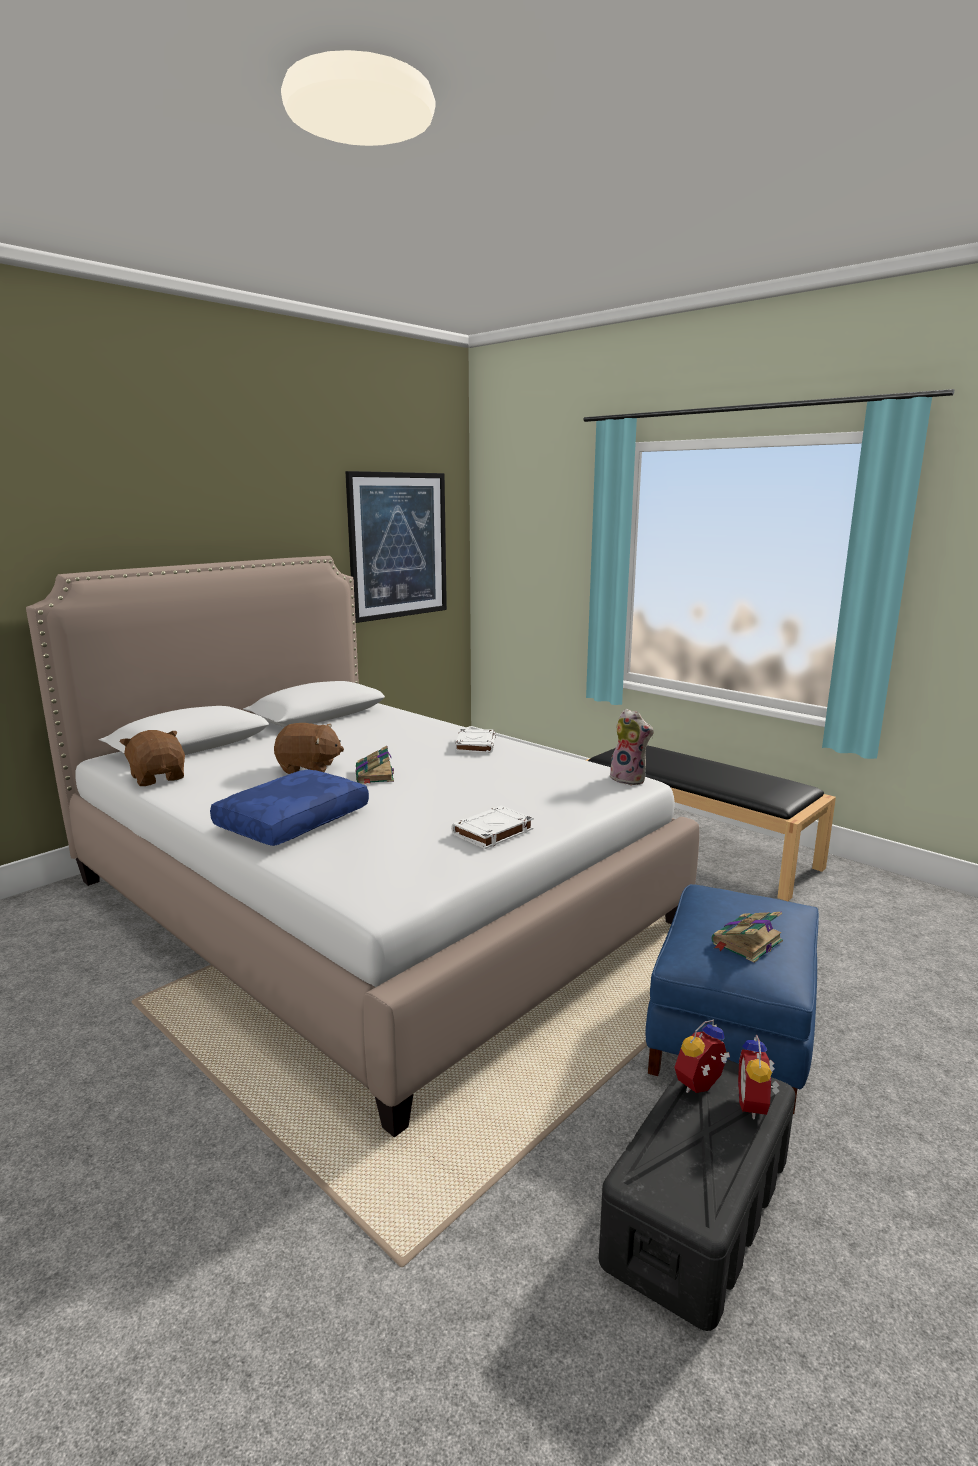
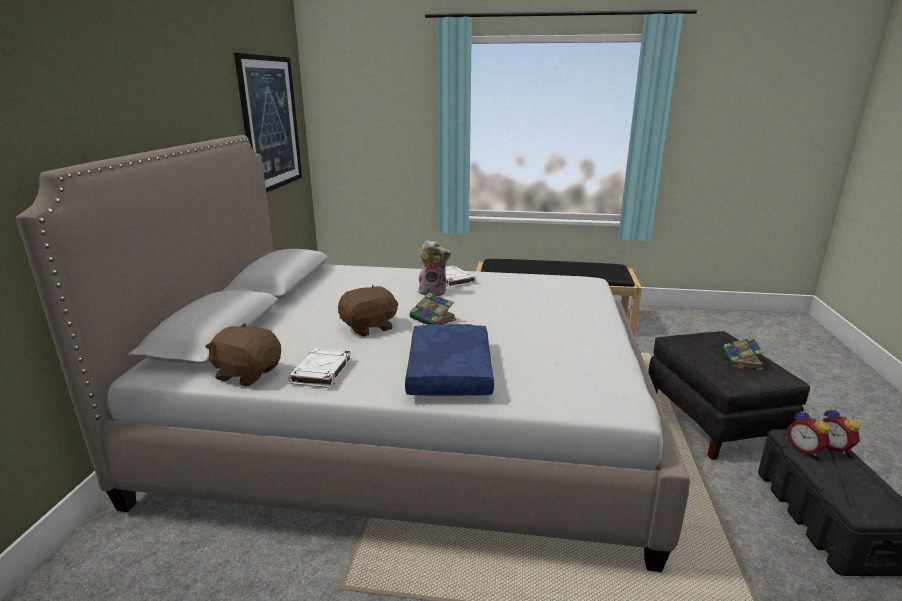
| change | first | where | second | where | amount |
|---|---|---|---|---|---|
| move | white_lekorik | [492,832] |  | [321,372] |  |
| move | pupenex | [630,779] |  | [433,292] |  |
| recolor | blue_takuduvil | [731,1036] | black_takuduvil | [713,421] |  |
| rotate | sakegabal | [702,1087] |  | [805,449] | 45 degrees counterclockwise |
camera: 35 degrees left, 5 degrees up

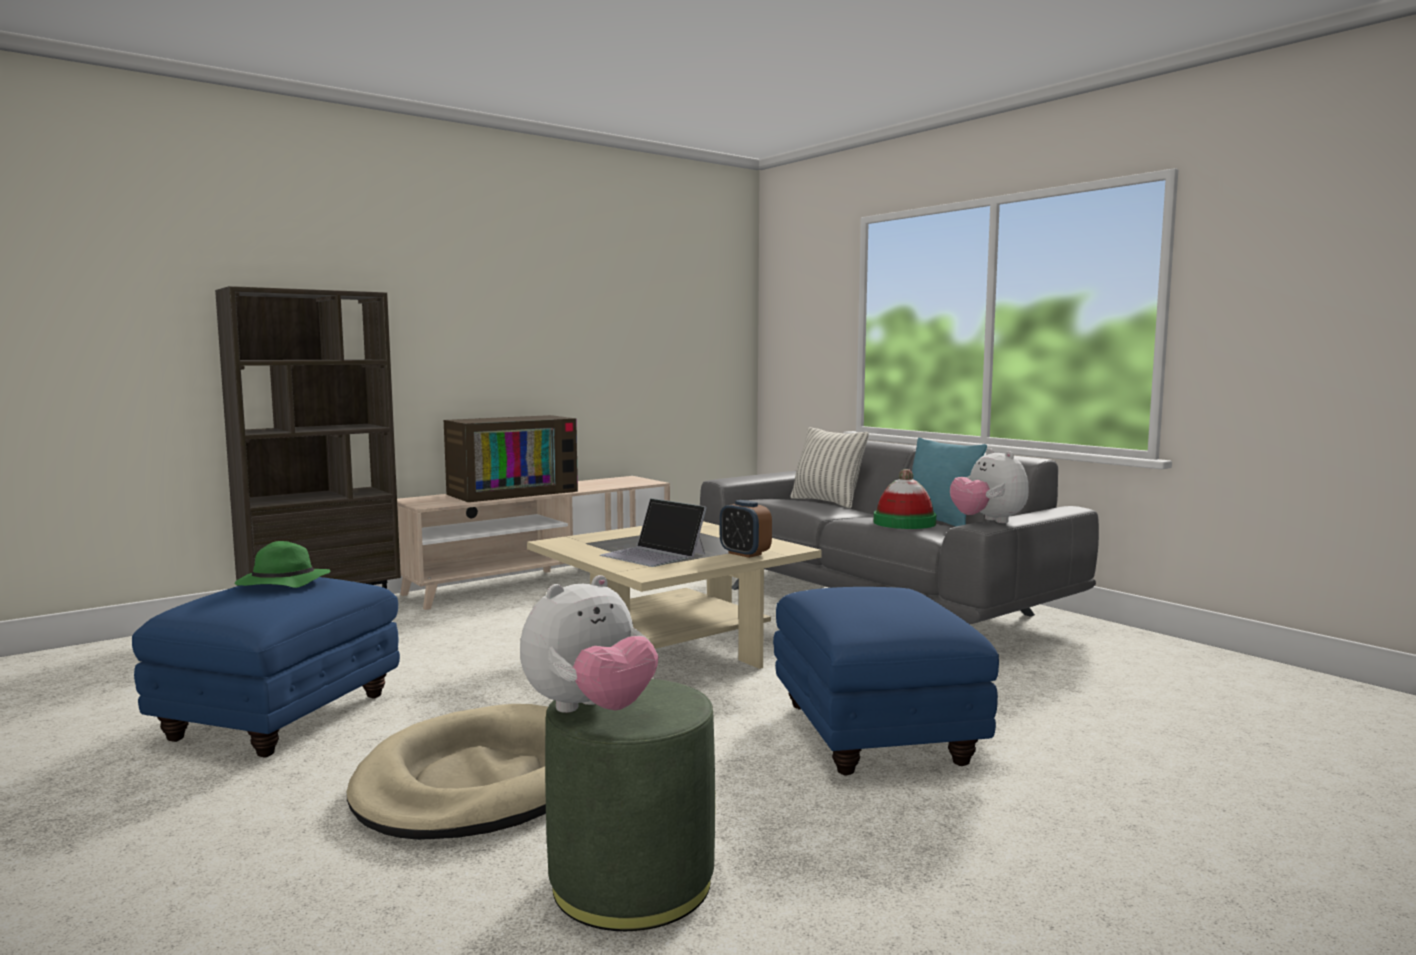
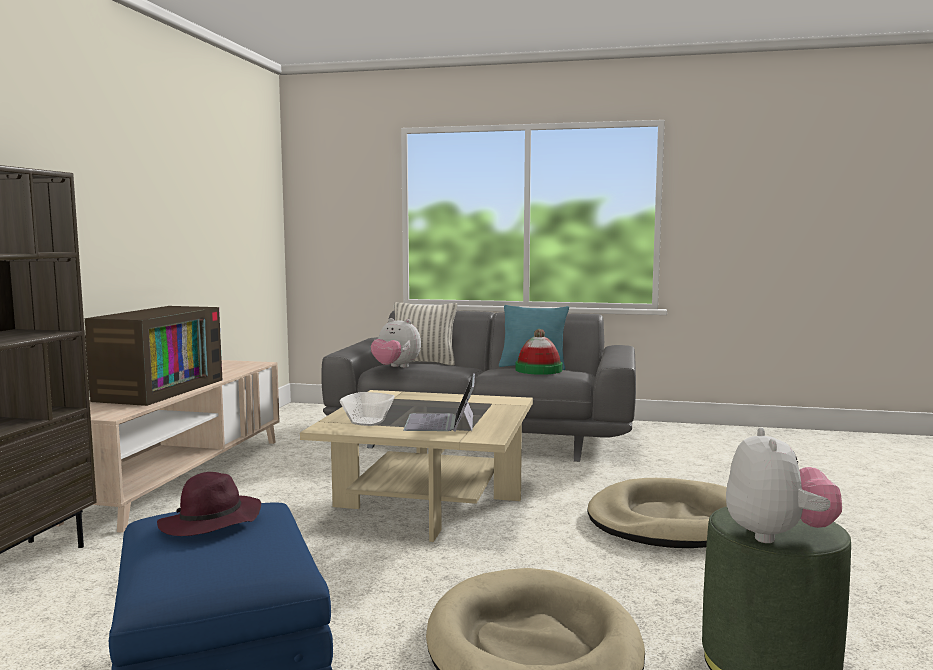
| change | first | where | second | where | amount |
|---|---|---|---|---|---|
| recolor | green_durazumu | [282,584] | purple_durazumu | [210,523] |  |
| insert |  |  | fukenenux | [368,422] |  |
| move | pupenex | [988,521] |  | [395,367] |  |
| rotate | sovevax | [654,555] |  | [441,422] | 90 degrees clockwise |
| replace | blue_takuduvil | [873,733] | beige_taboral | [670,521] |  |
| delete | sakegabal | [745,554] |  |  |  |
camera: 40 degrees left, 0 degrees up

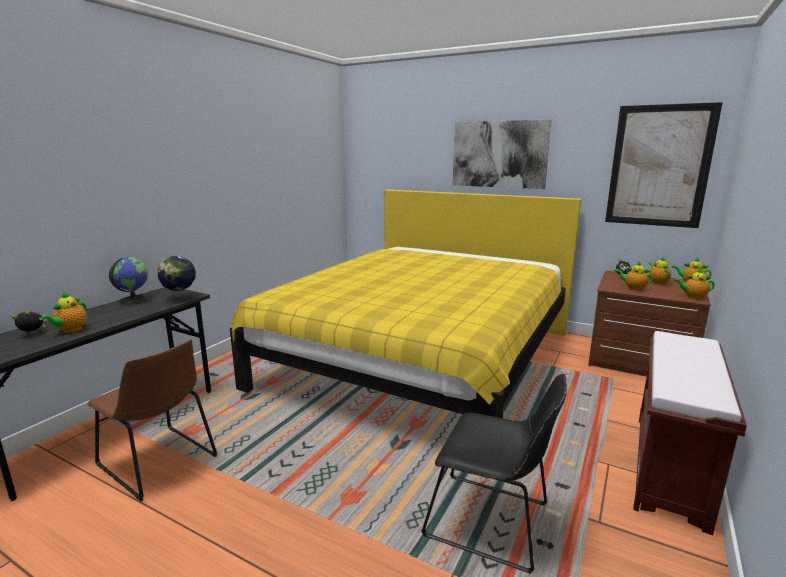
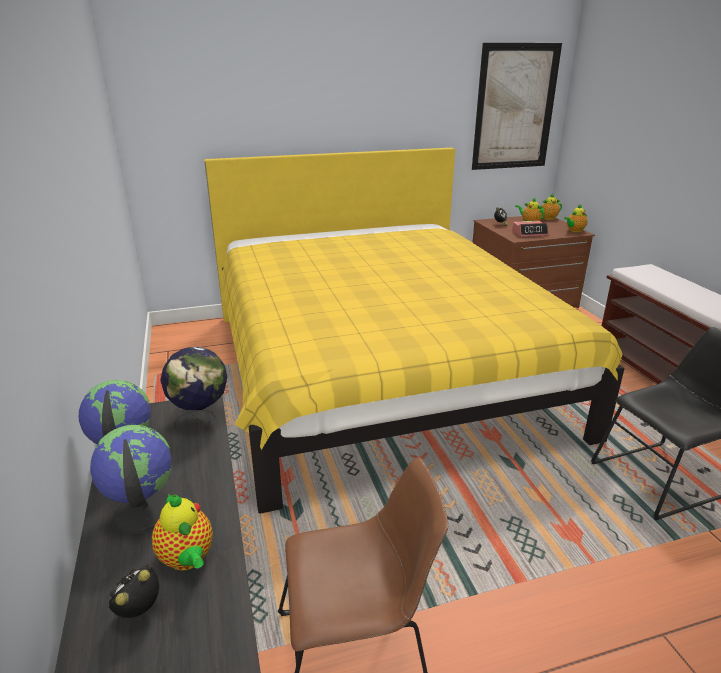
| change | first | where | second | where | amount |
|---|---|---|---|---|---|
| insert |  |  | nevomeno | [141,512] |  |
| replace | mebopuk | [633,288] | sakegabal | [529,233] |  |
| delete | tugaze | [499,154] |  |  |  |
camera: 45 degrees left, 10 degrees up

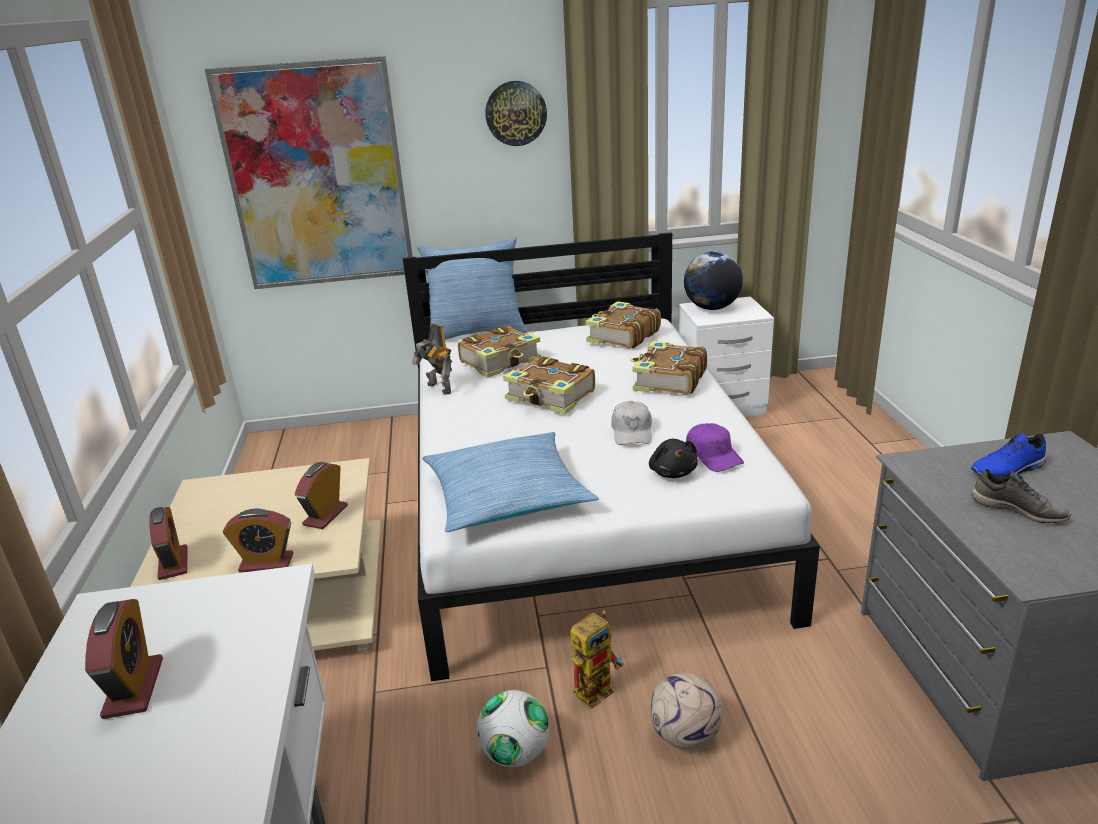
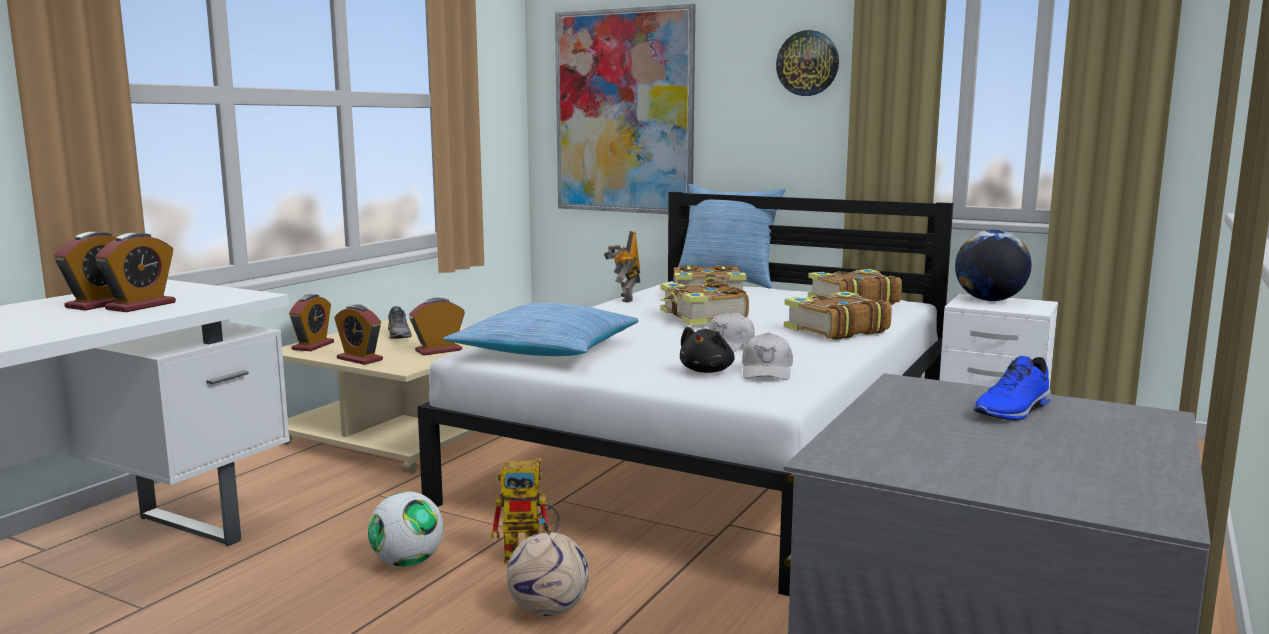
| change | first | where | second | where | amount |
|---|---|---|---|---|---|
| insert |  |  | sakegabal | [141,306] |  |
| move | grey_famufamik | [1018,509] |  | [399,335] |  |
| recolor | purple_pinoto | [713,455] | white_pinoto | [767,371] |  |
| rotate | blue_famufamik | [1008,470] |  | [1014,411] | 60 degrees counterclockwise |
camera: 35 degrees right, 15 degrees down

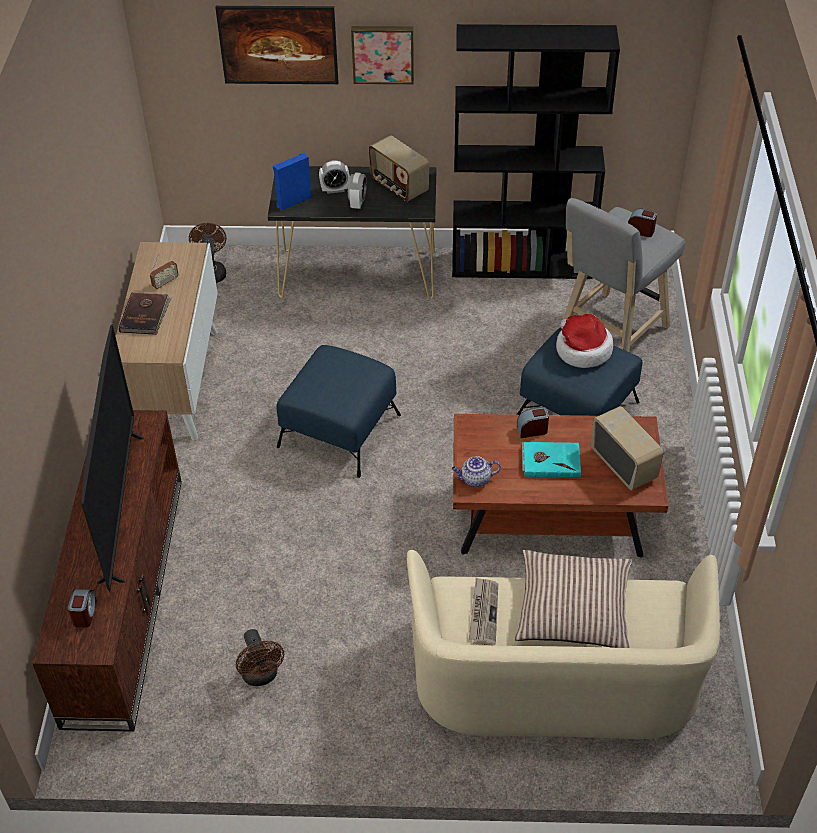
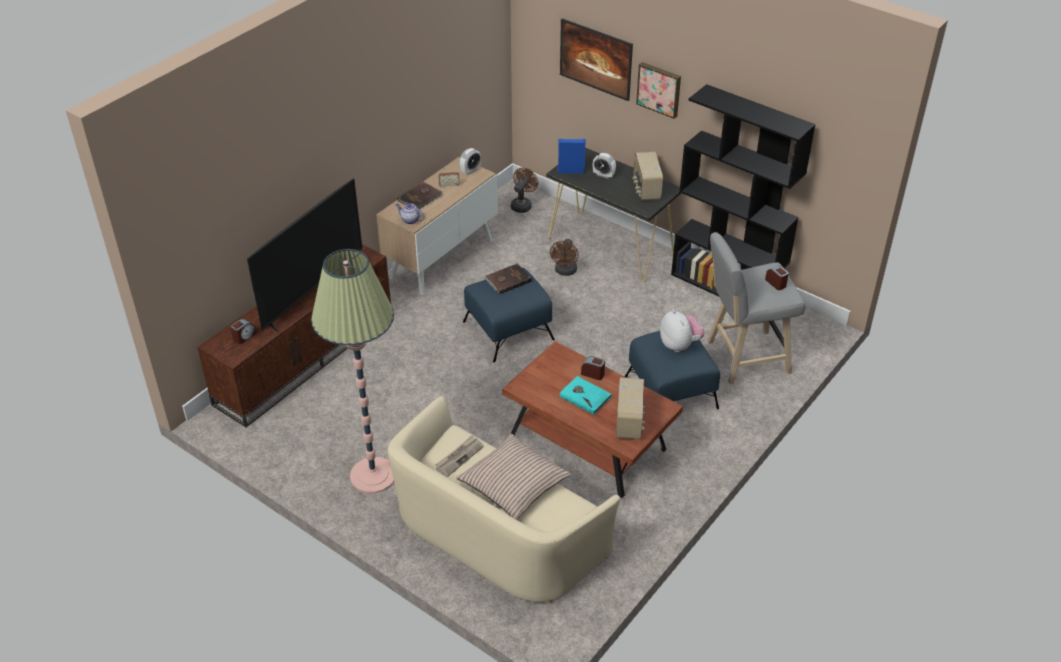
| change | first | where | second | where | amount |
|---|---|---|---|---|---|
| insert |  |  | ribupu | [373,475] |  |
| move | mebopuk | [475,480] |  | [410,220] |  |
| move | sakegabal | [357,203] |  | [470,170] |  |
| insert |  |  | brown_lekorik | [507,280] |  |
| move | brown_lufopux | [261,676] |  | [565,271] |  |
| replace | durazumu | [582,350] | pupenex | [679,345] |  |
camera: 35 degrees right, 5 degrees down

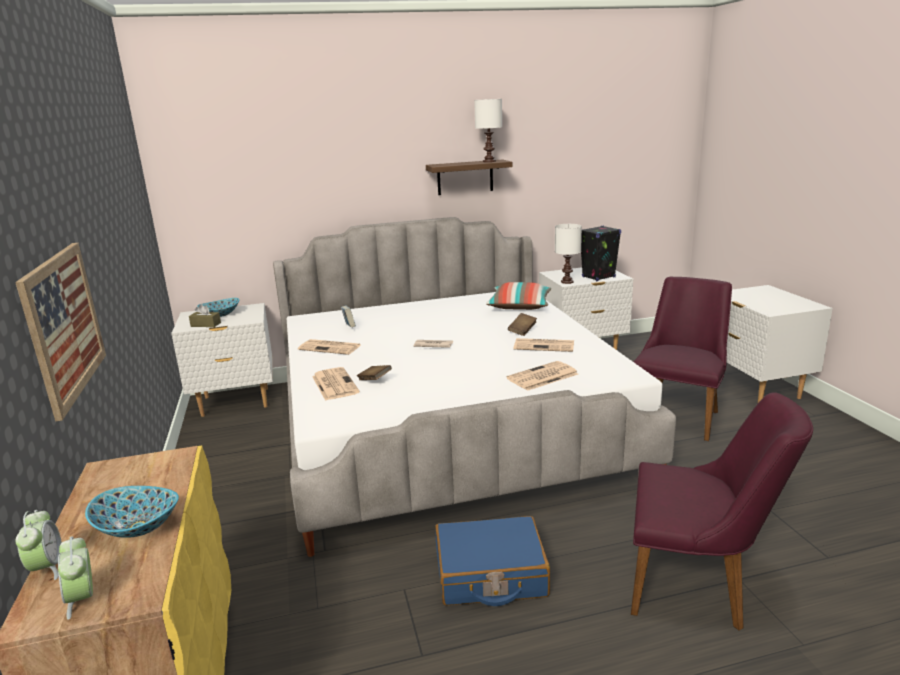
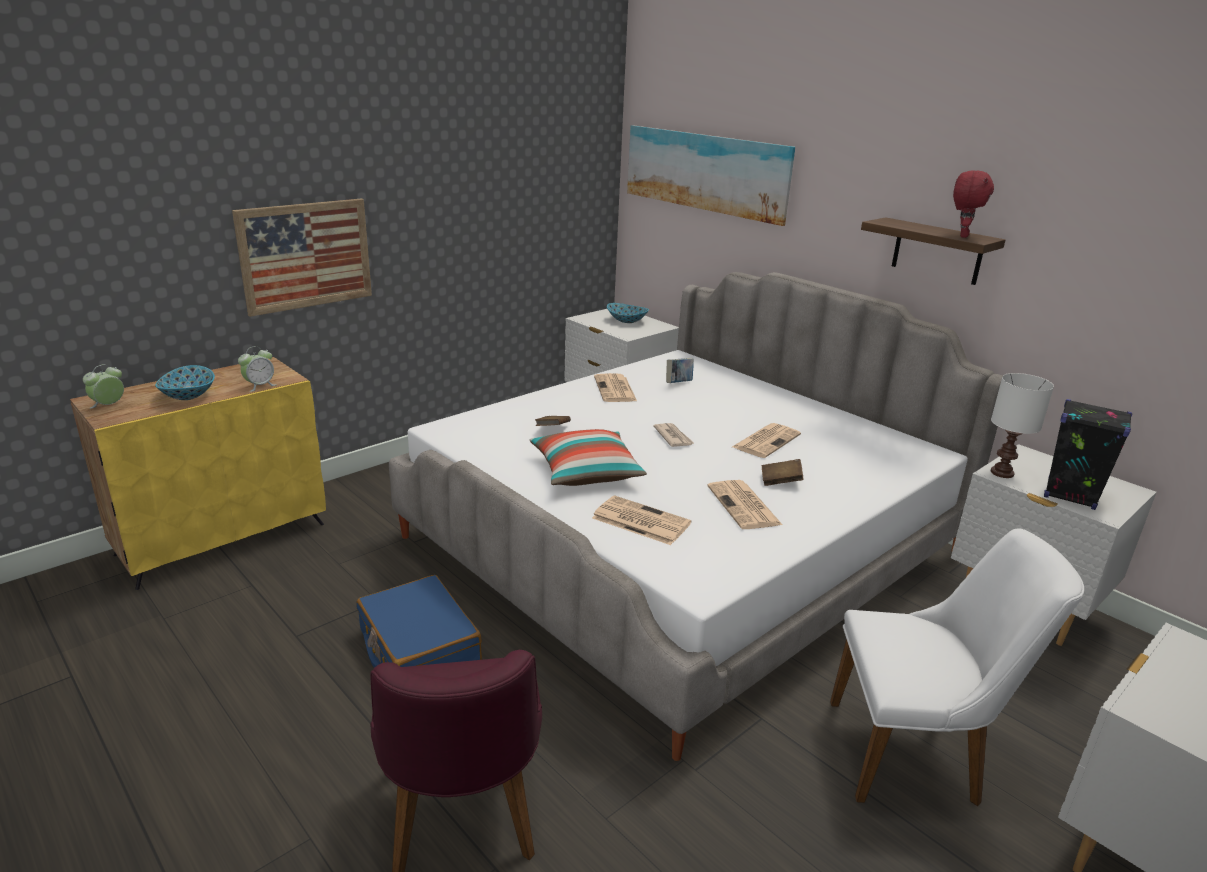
| change | first | where | second | where | amount |
|---|---|---|---|---|---|
| move | sakegabal | [47,568] |  | [259,386] |  |
| move | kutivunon | [519,306] |  | [586,472] |  |
| insert |  |  | tugaze | [706,172] |  |
| move | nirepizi | [334,384] |  | [766,440] |  |
| recolor | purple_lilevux | [679,414] | white_lilevux | [917,754] |  |
| replace | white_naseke | [488,161] | red_pupenex | [962,235] |  |
| delete | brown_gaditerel | [205,324] |  |  |  |
camera: 60 degrees right, 5 degrees up

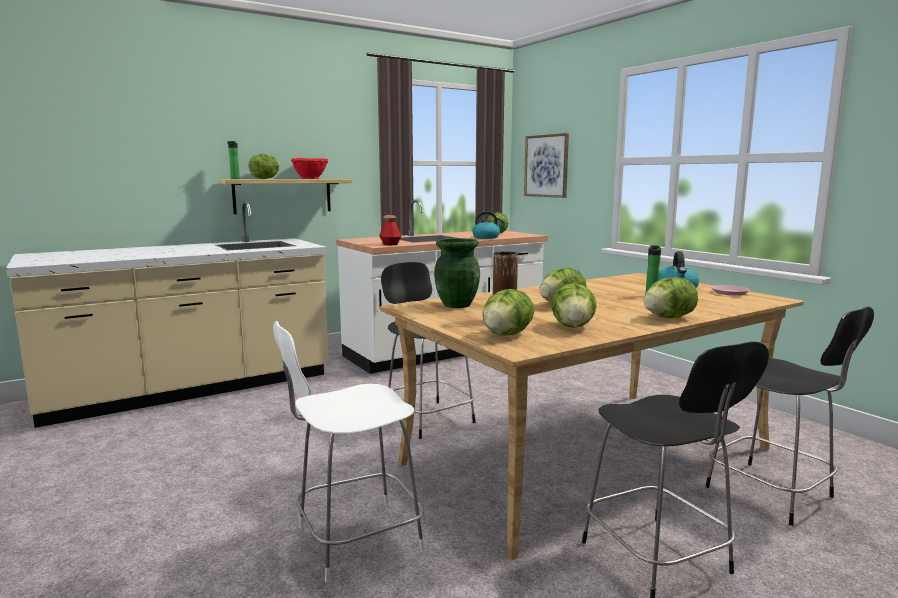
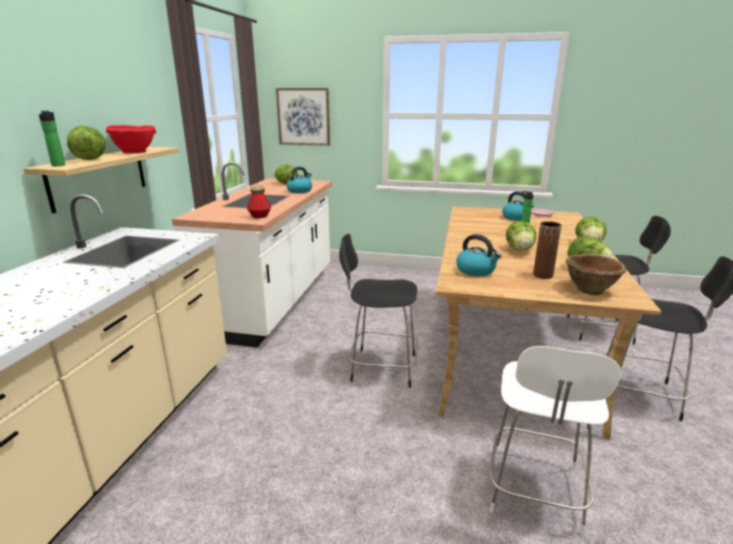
| change | first | where | second | where | amount |
|---|---|---|---|---|---|
| replace | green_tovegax | [457,305] | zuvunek | [476,270] |  |
| replace | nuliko | [506,335] | brown_fukenenux | [590,289] |  |
camera: 45 degrees left, 10 degrees up

